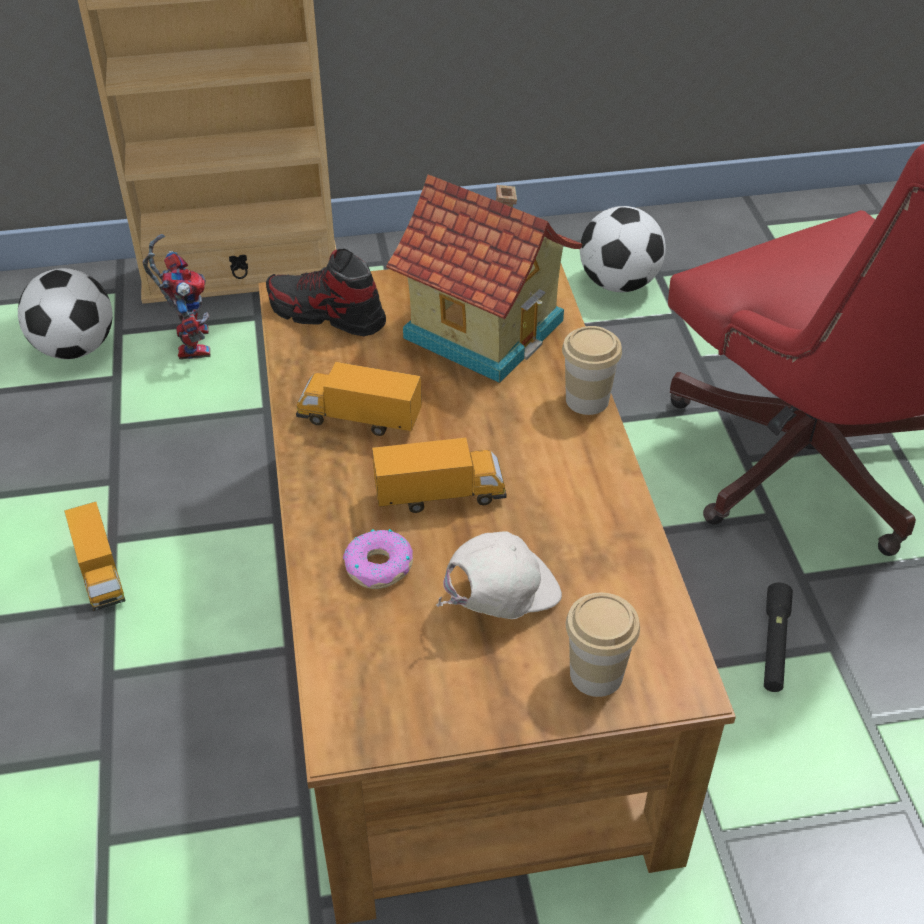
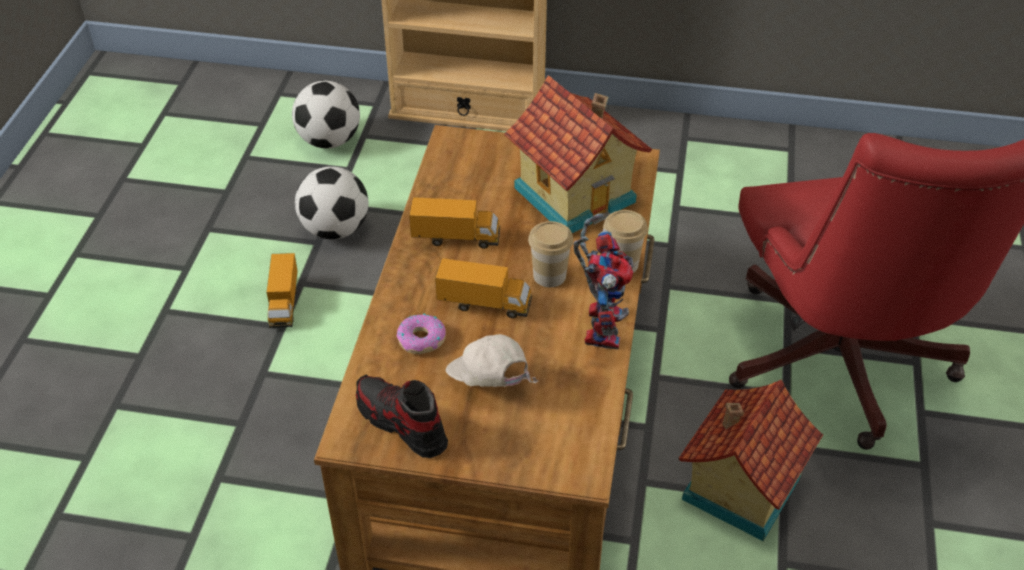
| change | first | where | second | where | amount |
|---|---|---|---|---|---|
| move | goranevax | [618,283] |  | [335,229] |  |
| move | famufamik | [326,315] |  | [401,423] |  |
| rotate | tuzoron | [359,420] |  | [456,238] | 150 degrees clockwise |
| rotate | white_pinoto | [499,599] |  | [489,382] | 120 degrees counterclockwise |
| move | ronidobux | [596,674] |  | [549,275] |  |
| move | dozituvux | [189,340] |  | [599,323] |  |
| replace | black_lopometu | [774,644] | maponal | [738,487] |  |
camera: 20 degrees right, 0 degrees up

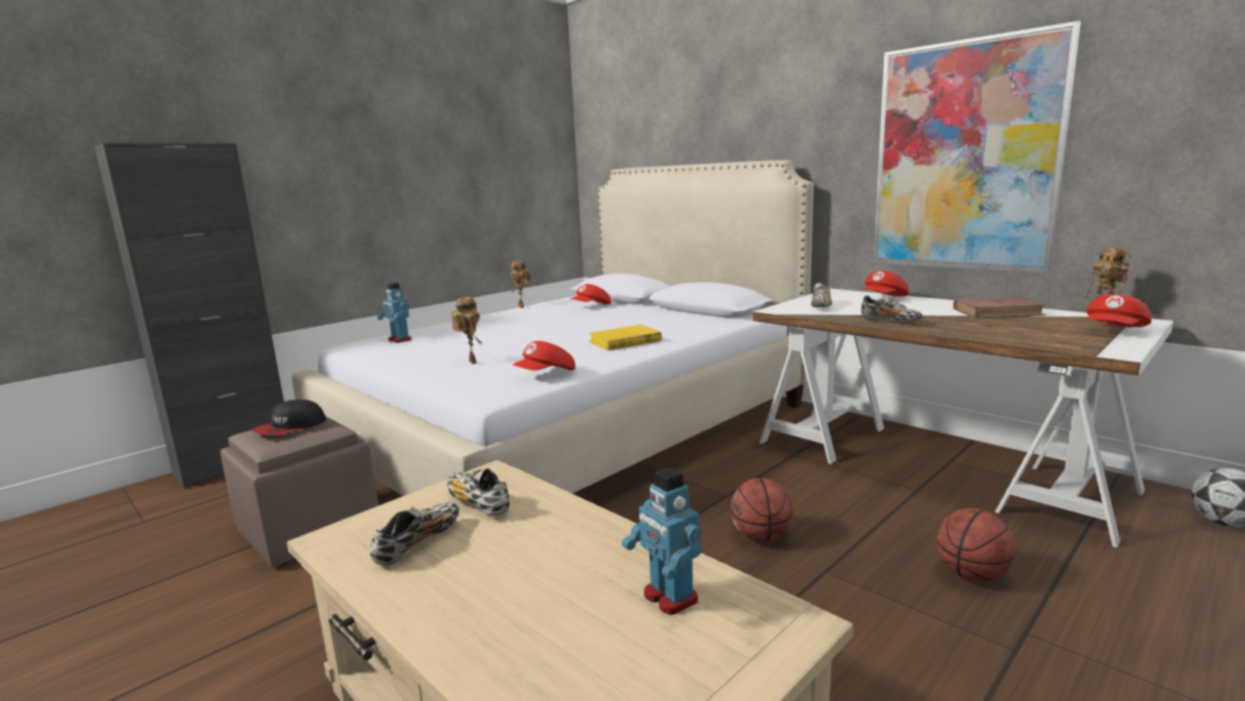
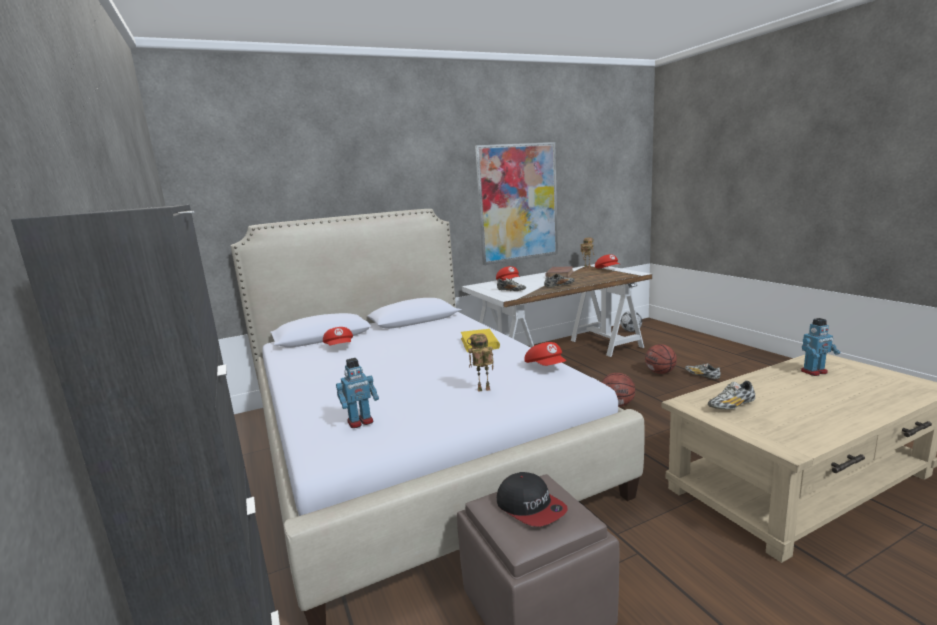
| change | first | where | second | where | amount |
|---|---|---|---|---|---|
| move | famufamik | [418,543] |  | [702,376] |  |
| delete | dozituvux | [522,307] |  |  |  |
camera: 70 degrees left, 0 degrees up

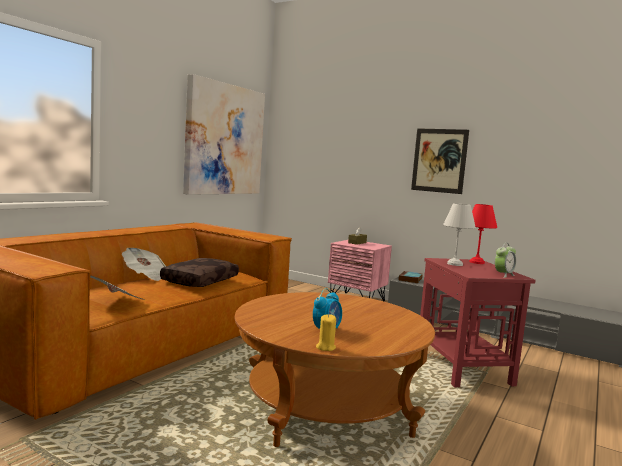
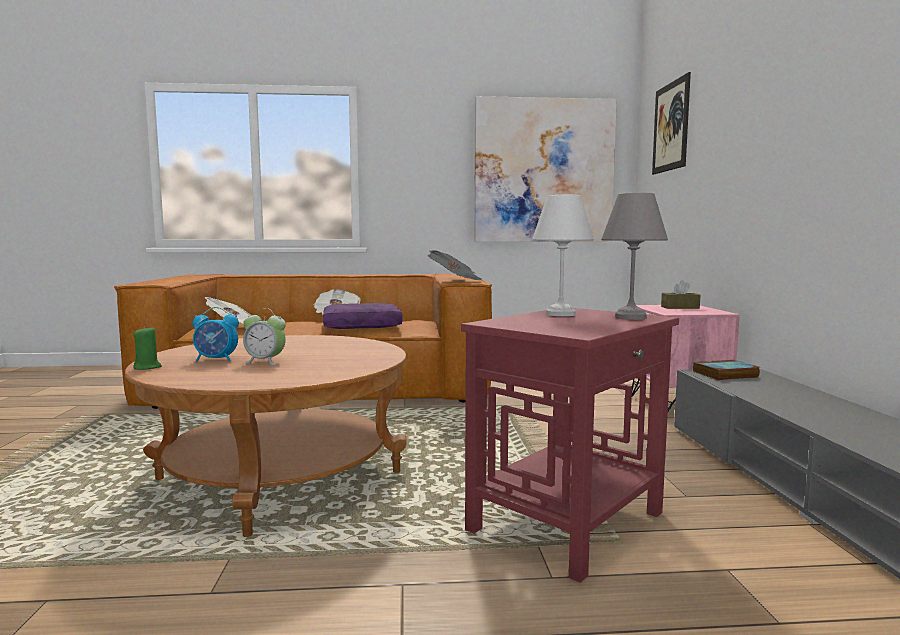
| change | first | where | second | where | amount |
|---|---|---|---|---|---|
| recolor | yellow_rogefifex | [325,347] | green_rogefifex | [147,367] |  |
| move | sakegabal | [503,275] |  | [265,362] |  |
| recolor | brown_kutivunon | [200,280] | purple_kutivunon | [362,326] |  |
| insert |  |  | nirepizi | [455,280] |  |
| recolor | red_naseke | [476,262] | grey_naseke | [630,317] |  |
| move | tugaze | [439,160] |  | [670,126] |  |
camera: 55 degrees right, 0 degrees up

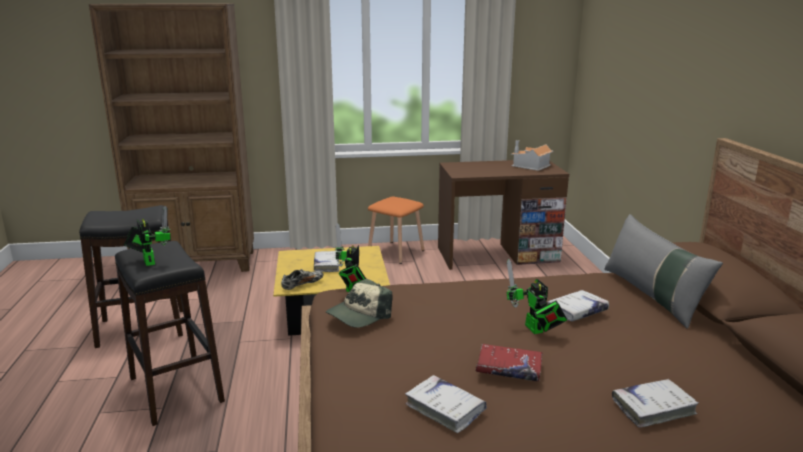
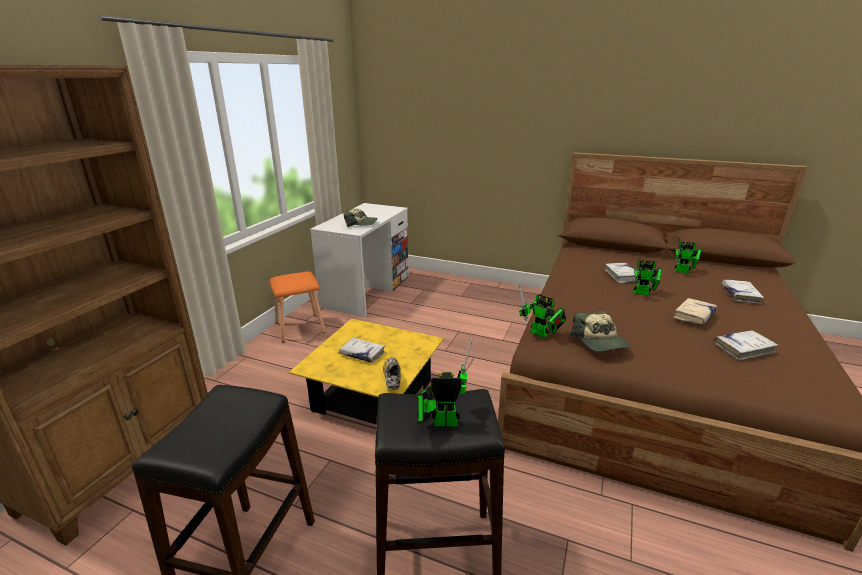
| change | first | where | second | where | amount |
|---|---|---|---|---|---|
| recolor | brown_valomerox | [497,255] | white_valomerox | [366,291] |  |
| insert |  |  | pinoto | [361,223] |  |
| recolor | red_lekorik | [508,369] | beige_lekorik | [694,316] |  |
| insert |  |  | dozituvux | [683,271] |  |
| delete | maponal | [531,166] |  |  |  |
| delete | grey_kutivunon | [652,296] |  |  |  |
camera: 60 degrees left, 5 degrees up

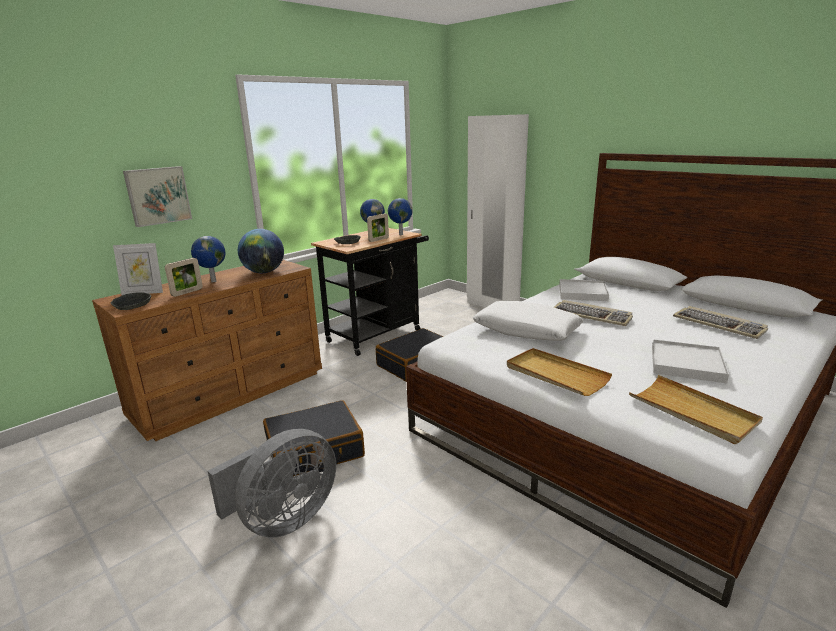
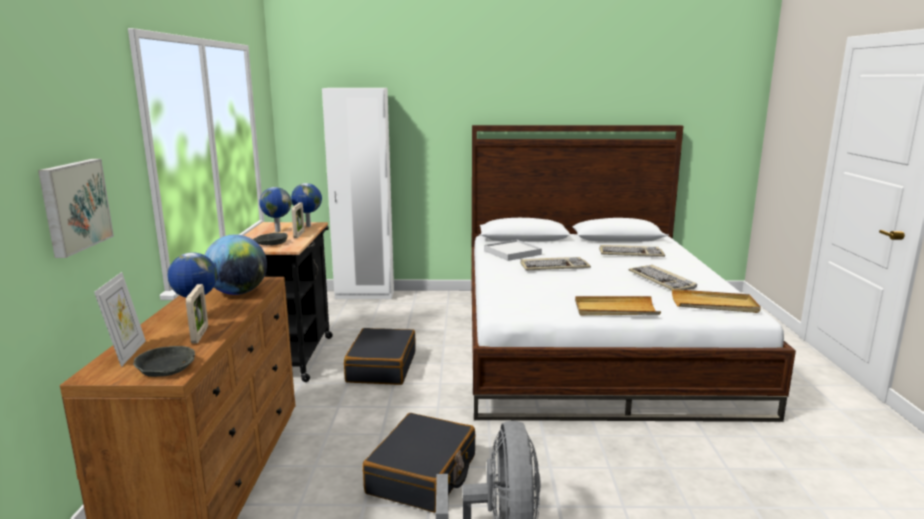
| change | first | where | second | where | amount |
|---|---|---|---|---|---|
| rotate | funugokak | [143,292] |  | [127,353] | 45 degrees counterclockwise |
| replace | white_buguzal | [686,364] | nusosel | [662,281] |  |
| delete | white_kutivunon | [526,330] |  |  |  |
camera: 45 degrees left, 5 degrees down

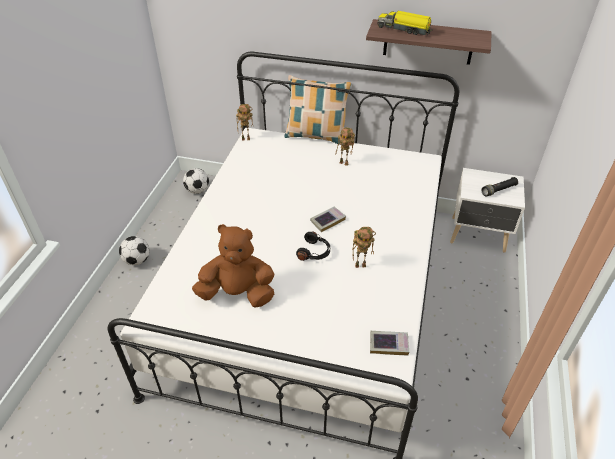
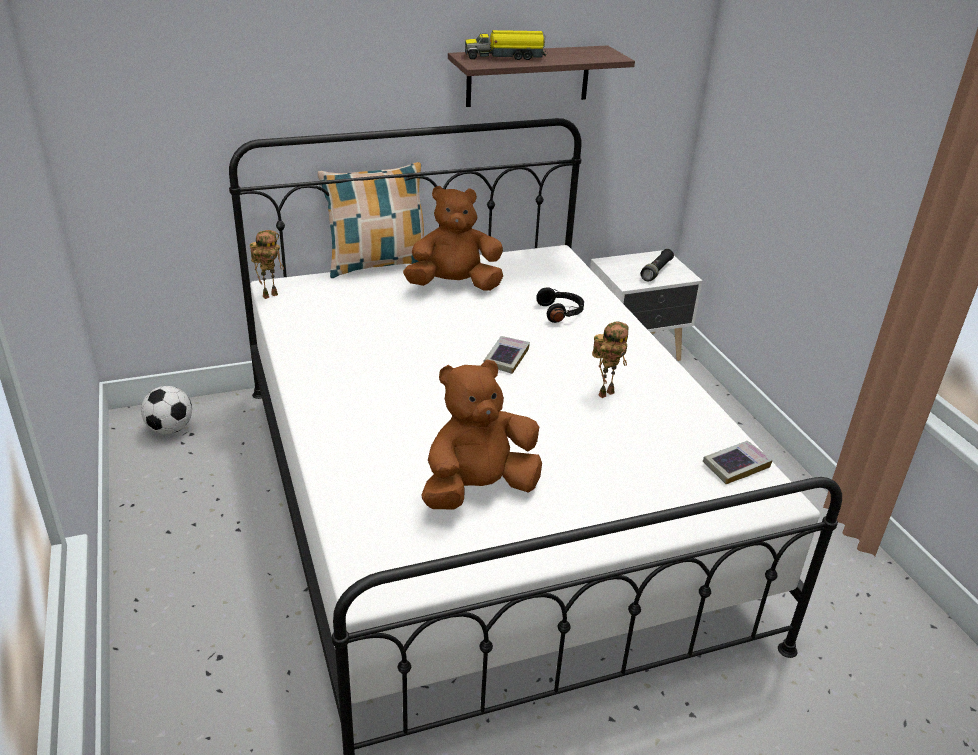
| change | first | where | second | where | amount |
|---|---|---|---|---|---|
| replace | dozituvux | [345,163] | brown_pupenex | [454,285] |  |
| move | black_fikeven | [314,252] |  | [561,312] |  |
| delete | goranevax | [137,260] |  |  |  |
camera: 35 degrees left, 10 degrees down

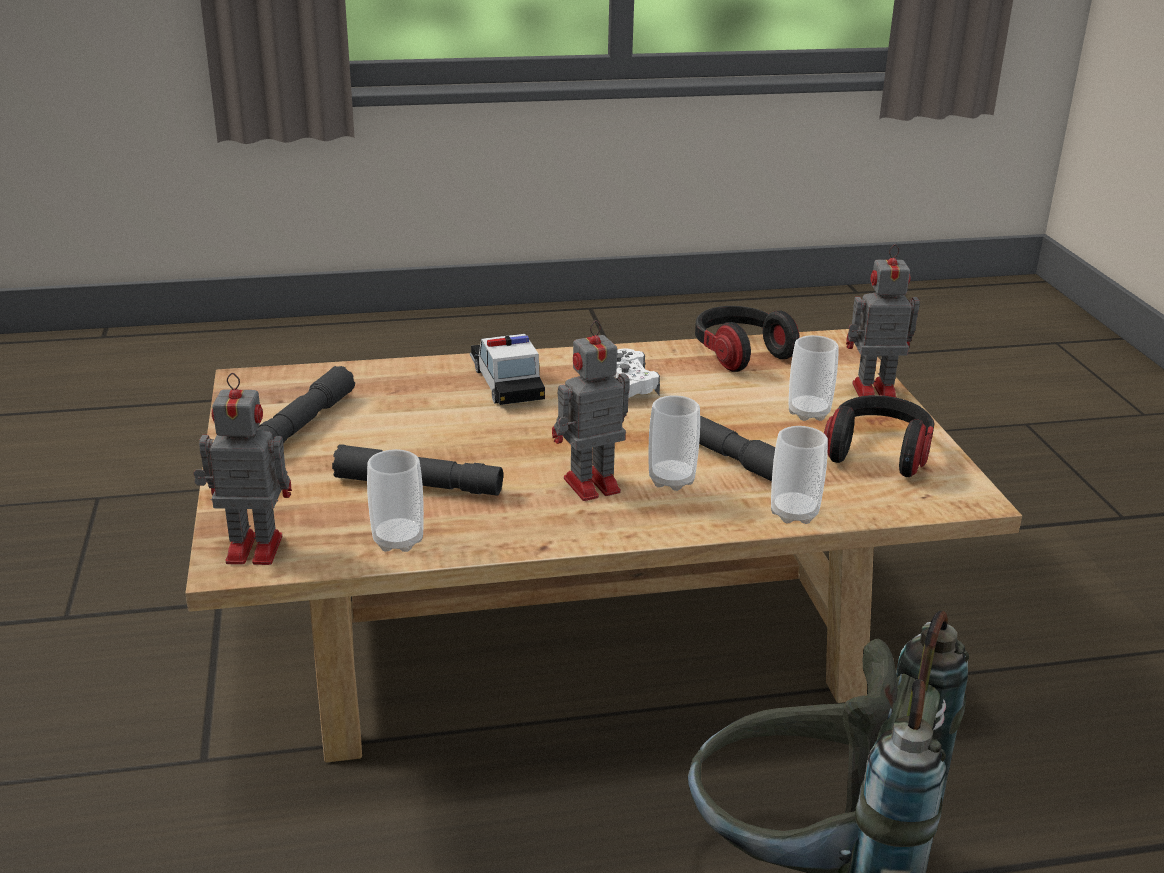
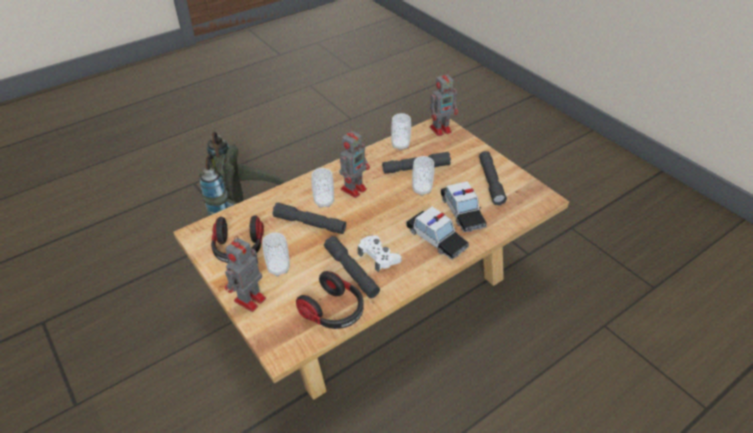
| change | first | where | second | where | amount |
|---|---|---|---|---|---|
| rotate | dozituvux | [871,392] |  | [249,300] | 150 degrees clockwise |
| insert |  |  | grey_lopometu | [351,272] |  |
| move | ronidobux | [794,513] |  | [422,190] |  |
| insert |  |  | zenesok | [462,212] |  |
camera: 155 degrees right, 15 degrees up

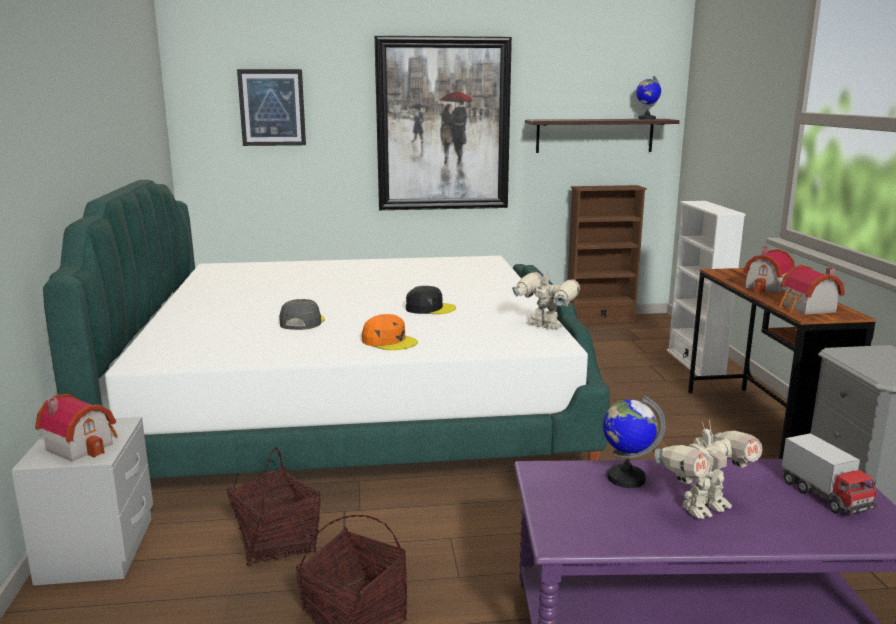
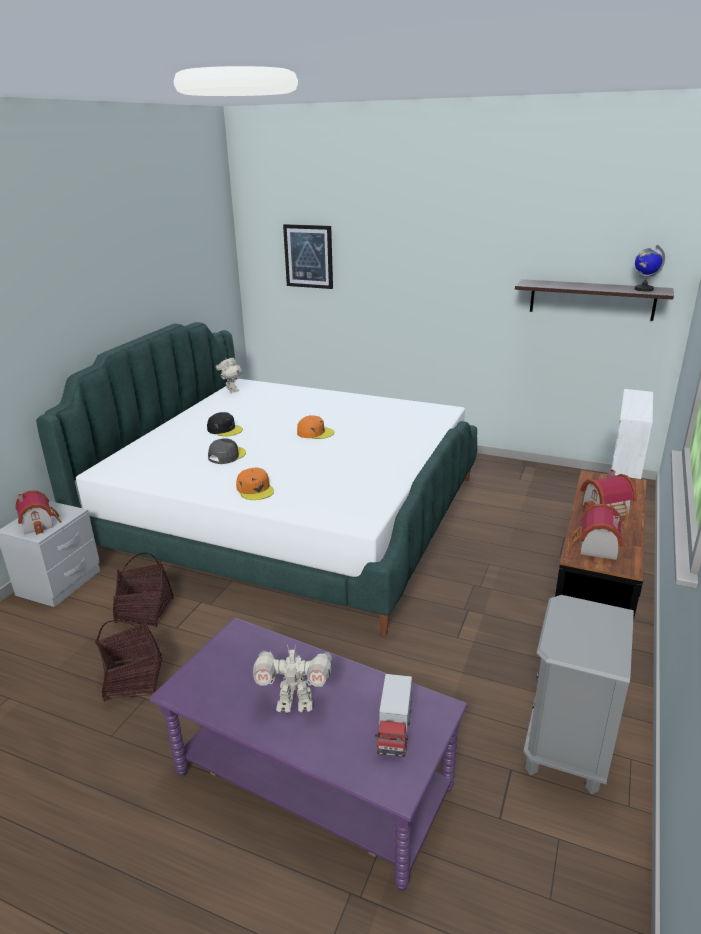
| change | first | where | second | where | amount |
|---|---|---|---|---|---|
| move | black_pinoto | [429,308] |  | [225,429] |  |
| move | dozituvux | [544,327] |  | [231,390] |  |
| insert |  |  | orange_pinoto | [315,433] |  |
| delete | tugaze | [443,125] |  |  |  |
| delete | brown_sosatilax | [600,320] |  |  |  |
| delete | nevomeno | [625,478] |  |  |  |
camera: 30 degrees right, 10 degrees up

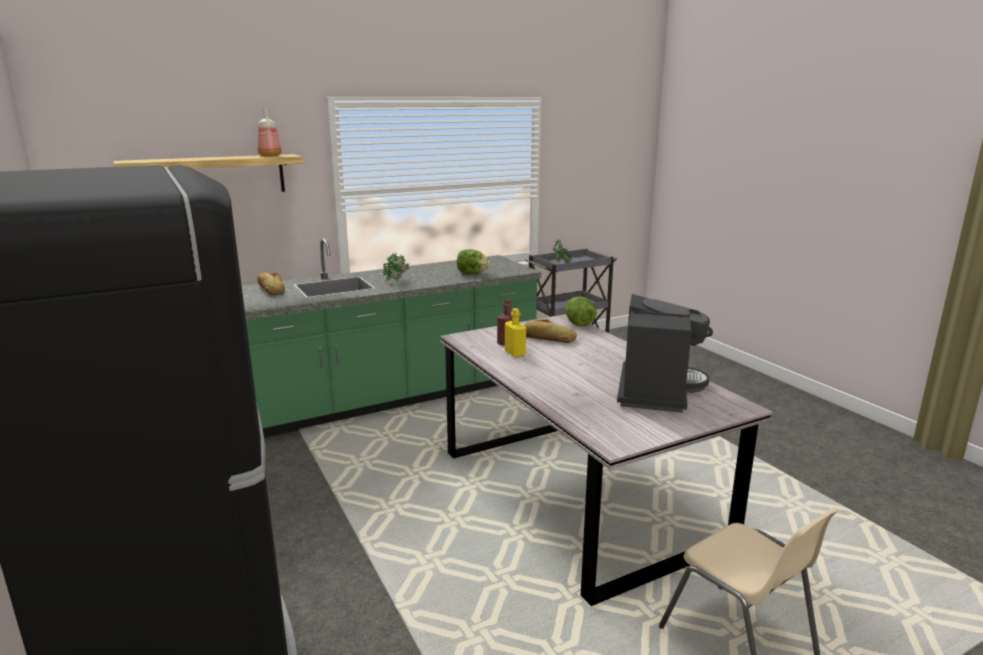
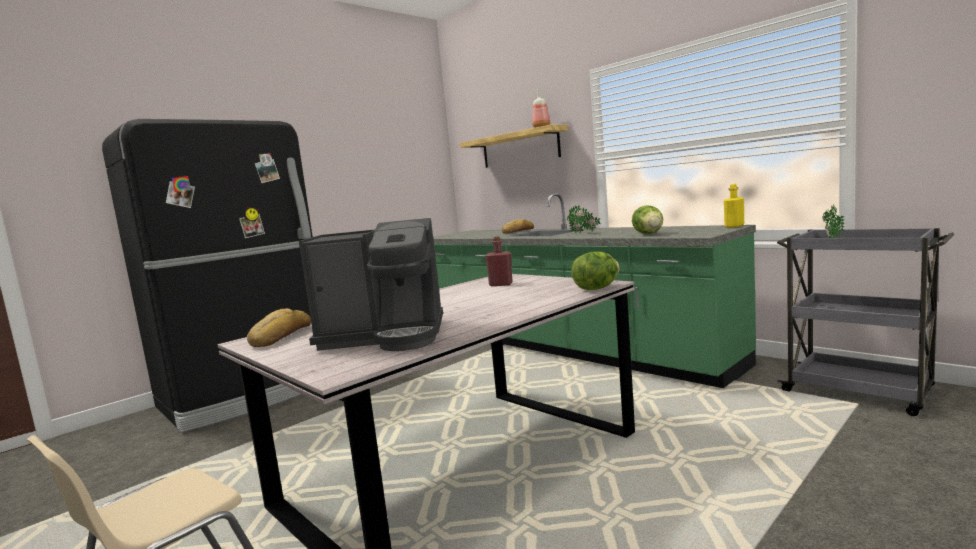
| change | first | where | second | where | amount |
|---|---|---|---|---|---|
| move | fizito | [548,338] |  | [279,336] |  |
| move | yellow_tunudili | [515,353] |  | [734,226] |  |
camera: 75 degrees right, 10 degrees down

